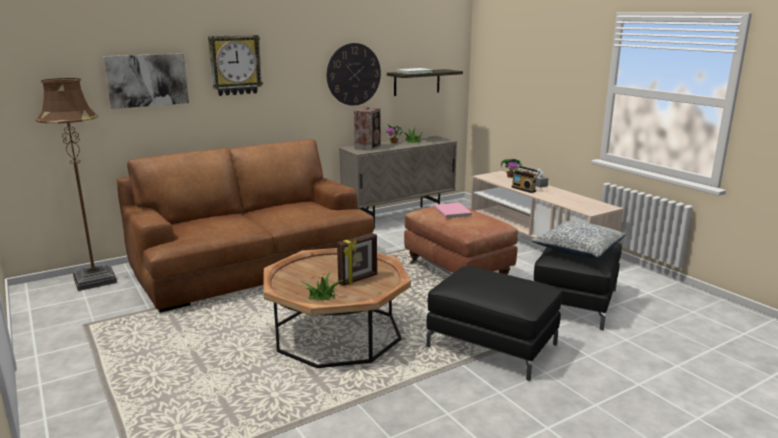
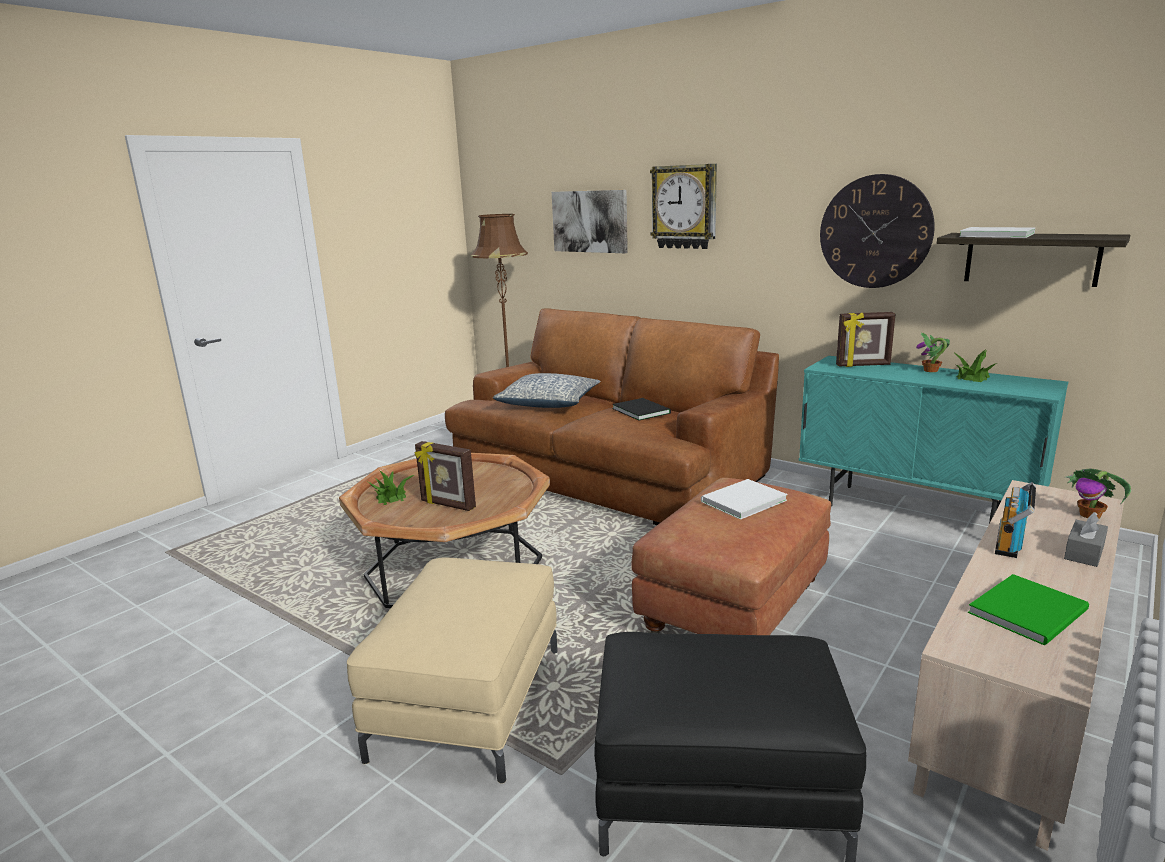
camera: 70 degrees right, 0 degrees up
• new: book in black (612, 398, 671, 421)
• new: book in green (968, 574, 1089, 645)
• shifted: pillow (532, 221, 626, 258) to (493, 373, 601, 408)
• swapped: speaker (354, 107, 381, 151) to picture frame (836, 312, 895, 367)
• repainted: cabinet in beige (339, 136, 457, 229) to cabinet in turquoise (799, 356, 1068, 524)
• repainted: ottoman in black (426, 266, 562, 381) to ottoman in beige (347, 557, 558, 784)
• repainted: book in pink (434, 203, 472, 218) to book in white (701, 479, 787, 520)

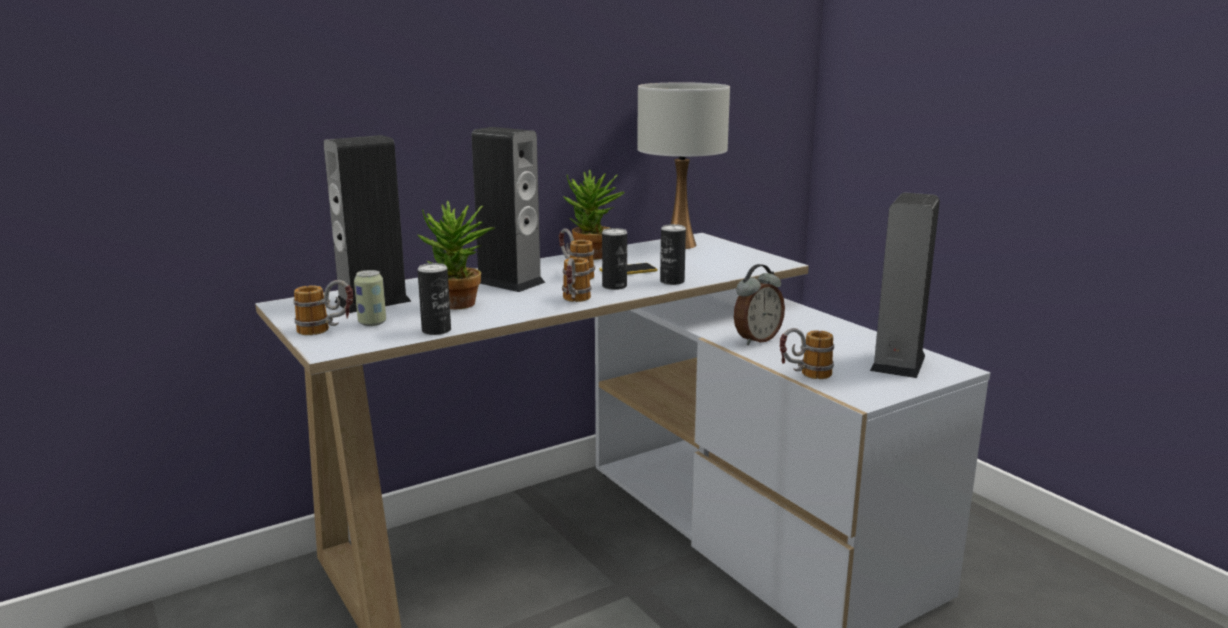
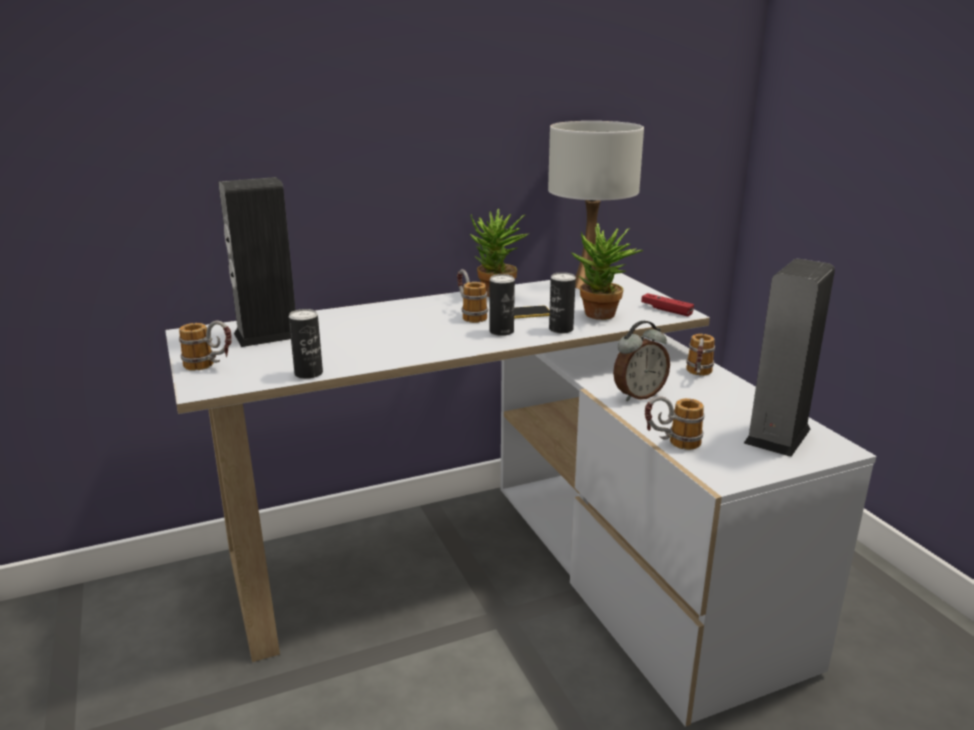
camera: 10 degrees right, 5 degrees up
• gone: can (354, 270, 386, 326)
• gone: speaker (472, 127, 545, 292)
• new: game controller in red (641, 293, 694, 316)
• shifted: potted plant (418, 201, 494, 309) to (571, 223, 643, 320)
• shifted: mug (562, 258, 591, 302) to (686, 334, 715, 376)

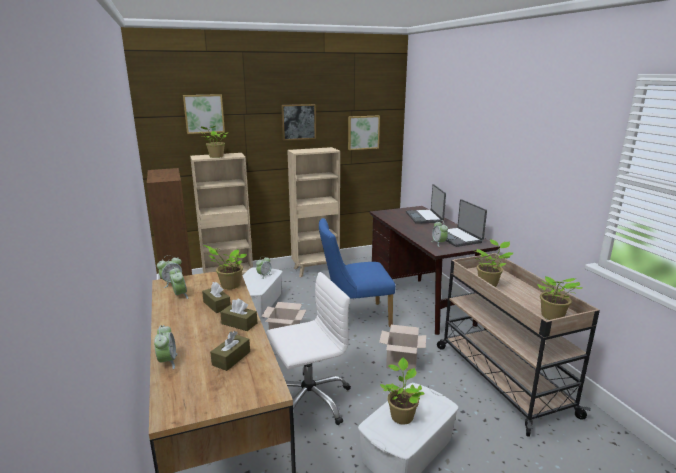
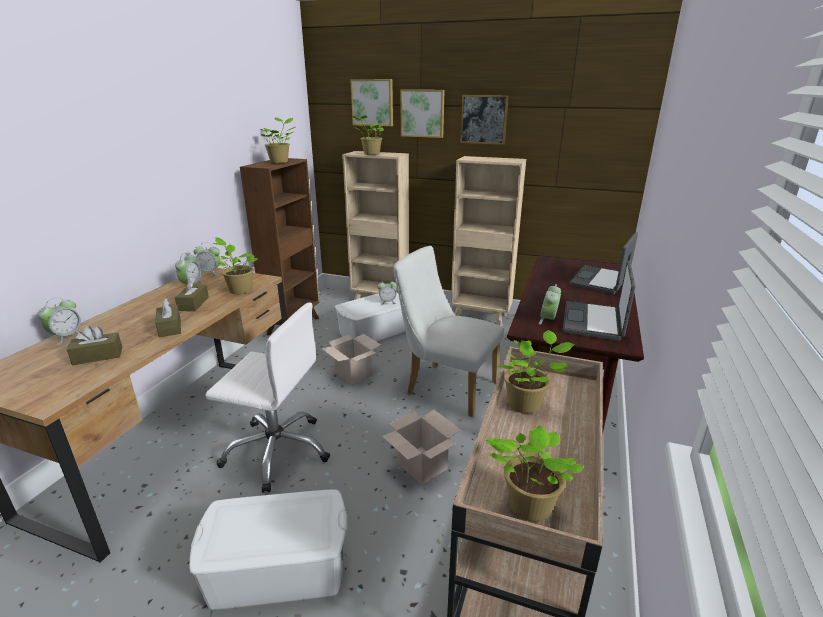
camera: 40 degrees right, 5 degrees up
• shifted: picture (348, 116, 380, 150) to (400, 90, 445, 138)
• shifted: potted plant (380, 358, 425, 425) to (260, 117, 295, 163)
• repainted: chair in blue (319, 218, 396, 327) to chair in white (393, 246, 504, 417)

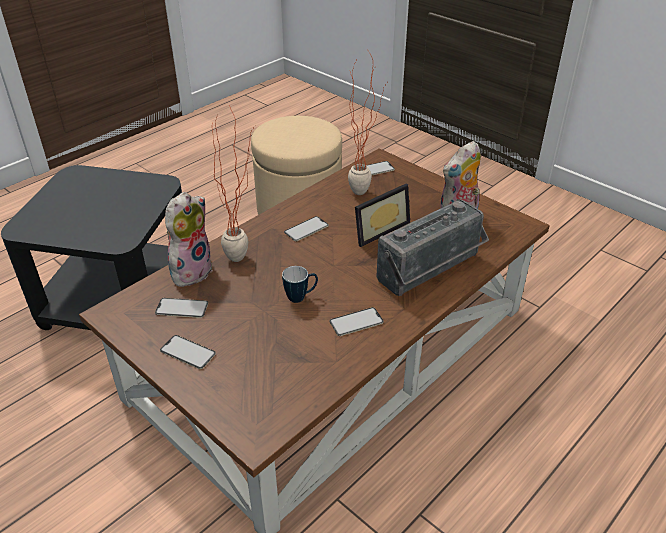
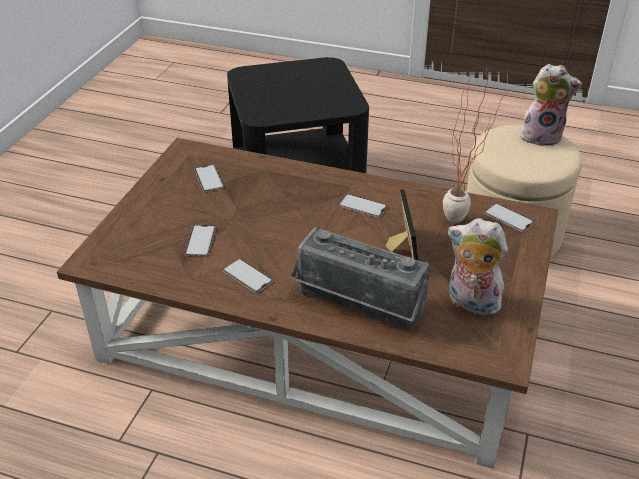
camera: 65 degrees right, 0 degrees up
• gone: potted plant (212, 105, 255, 262)
• gone: mug (282, 266, 318, 303)
• shifted: phone (160, 335, 216, 369) to (185, 225, 216, 257)
• shifted: plush toy (165, 192, 213, 287) to (520, 64, 582, 146)
• rotated: picture frame (355, 184, 410, 247) = (386, 189, 419, 261) 120 degrees counterclockwise

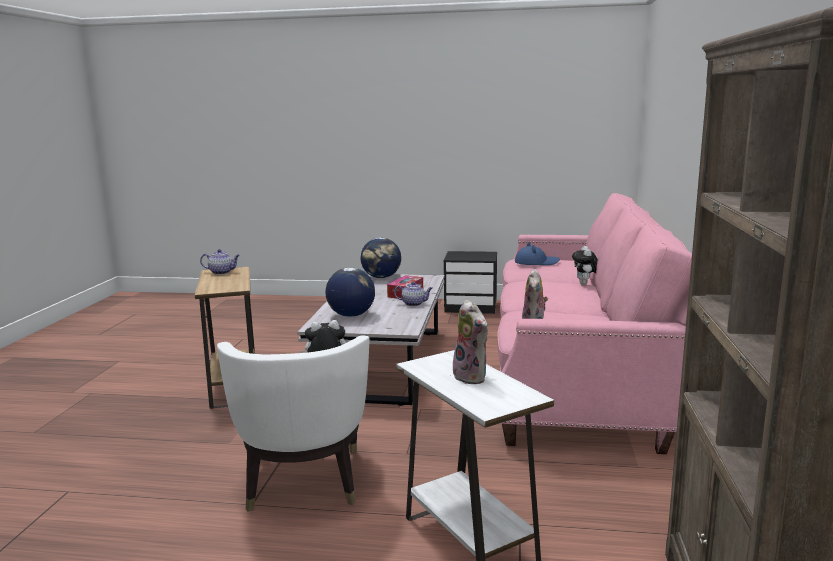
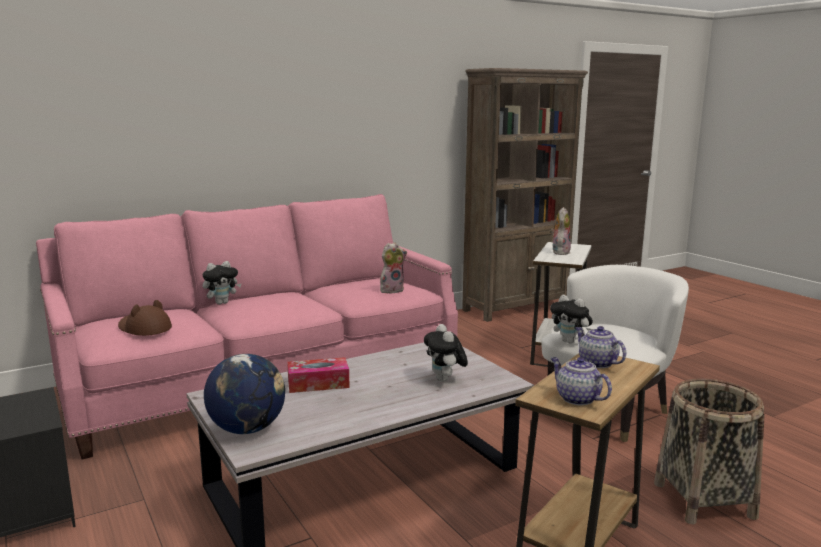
camera: 130 degrees left, 0 degrees up
• new: basket (654, 379, 765, 525)
• shifted: teapot (394, 282, 433, 306) to (575, 326, 626, 368)
• swapped: globe (326, 267, 375, 317) to plush toy (424, 324, 468, 382)
• repainted: hat in blue (515, 242, 560, 265) to hat in brown (118, 300, 172, 336)

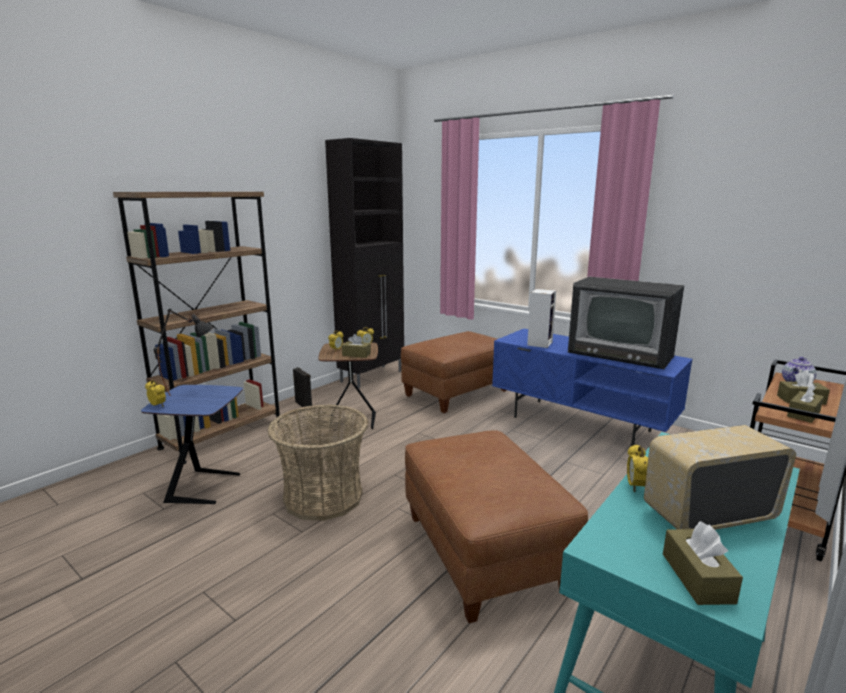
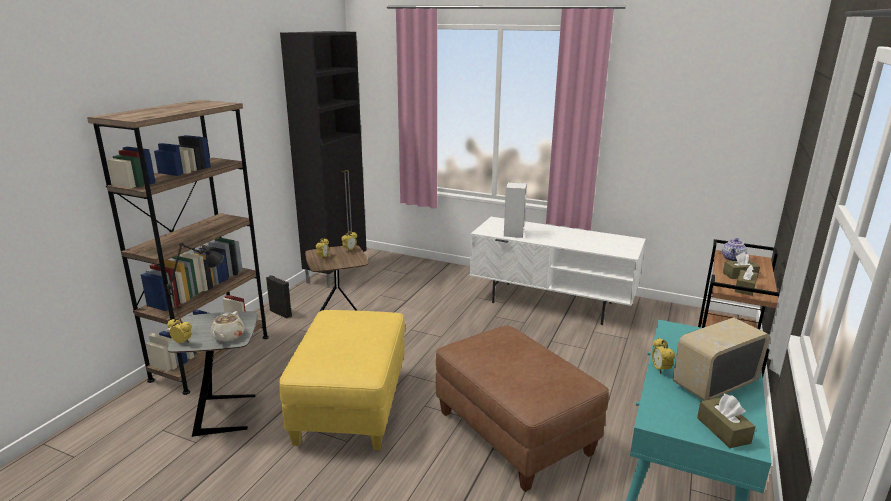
camera: 15 degrees left, 5 degrees up
• gone: tissue box in brown (342, 334, 371, 358)
• gone: ottoman in brown (401, 331, 507, 413)
• gone: television (568, 277, 684, 369)
• new: teapot in beige (211, 311, 245, 342)
• swapped: basket (267, 404, 368, 521) to ottoman in yellow (279, 310, 405, 450)
• repainted: side table in blue (141, 385, 243, 504) to side table in grey (167, 311, 257, 437)
• repainted: tv stand in blue (492, 329, 693, 446) to tv stand in white (470, 217, 646, 325)

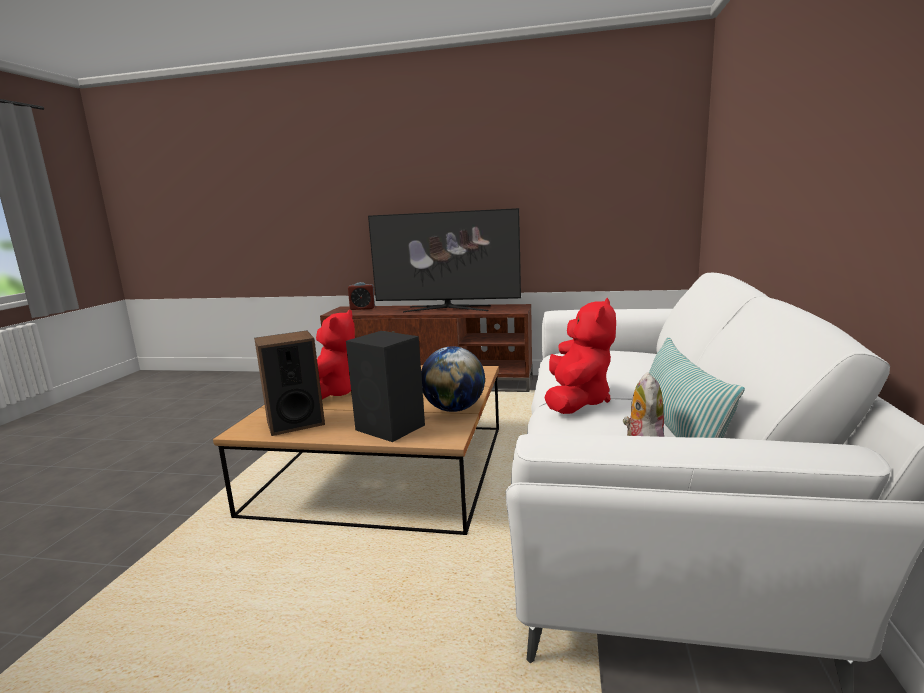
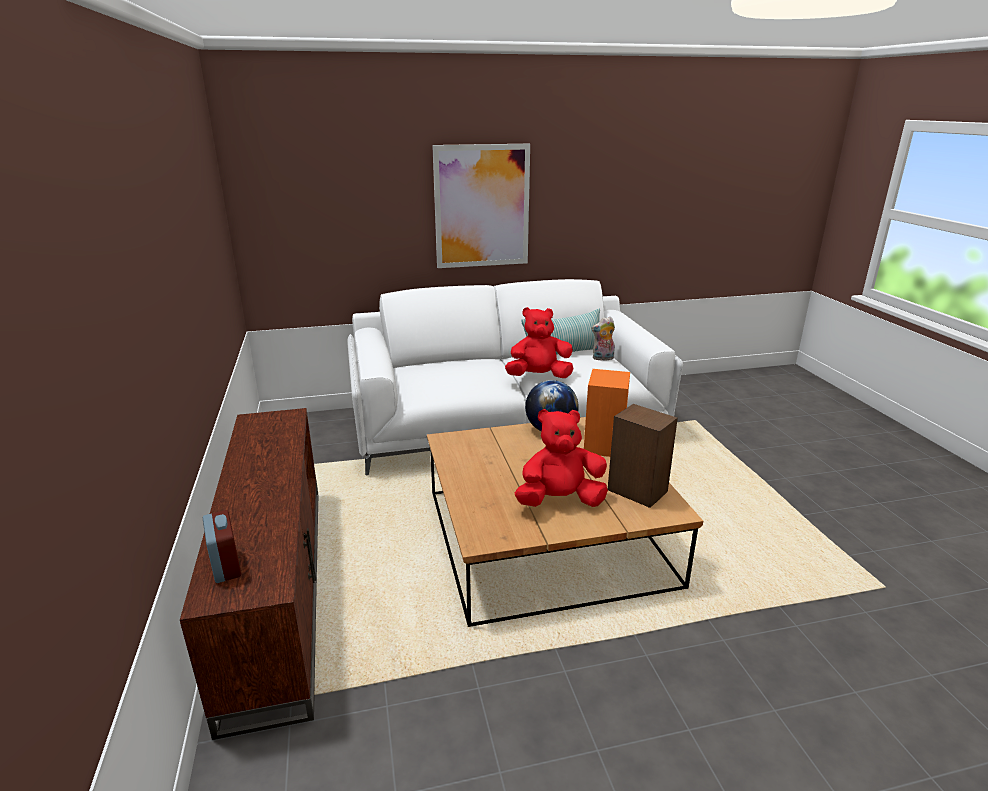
camera: 115 degrees left, 10 degrees up
• gone: television (368, 208, 521, 312)
• new: picture (432, 144, 530, 268)
• repainted: speaker in black (346, 331, 425, 442) to speaker in orange (584, 369, 630, 457)

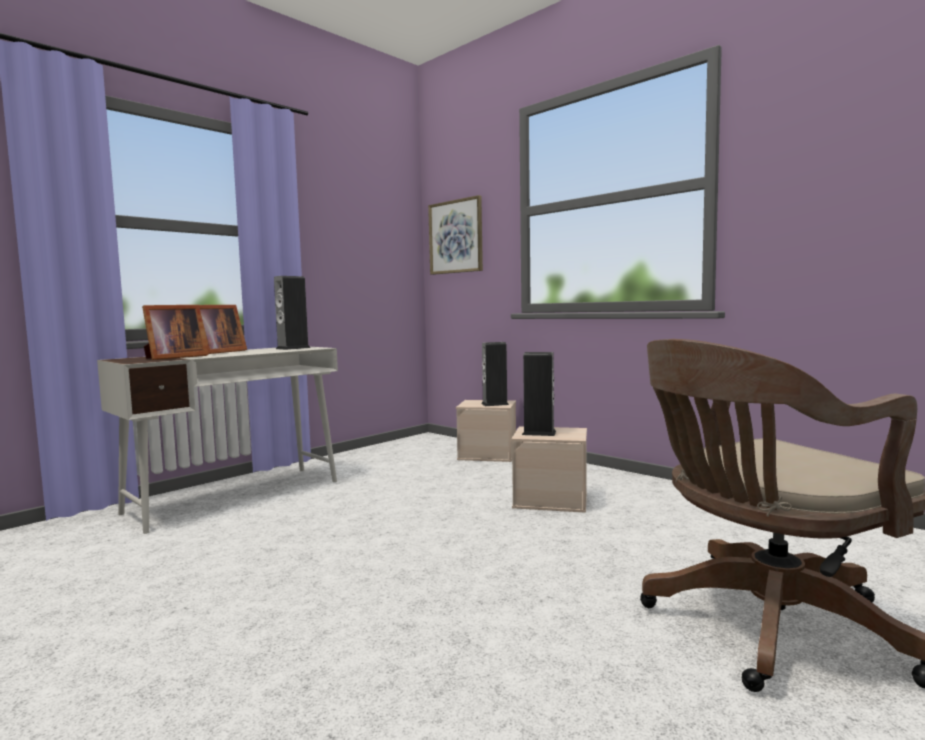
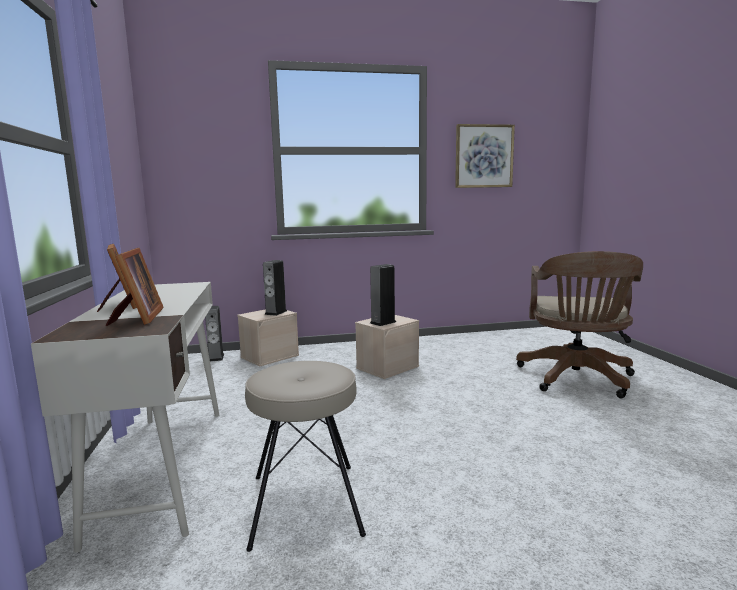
camera: 55 degrees left, 5 degrees up
• new: stool in beige (245, 361, 366, 552)
• shifted: speaker (274, 276, 310, 350) to (205, 306, 224, 361)
• shifted: picture (428, 195, 483, 275) to (455, 124, 515, 188)

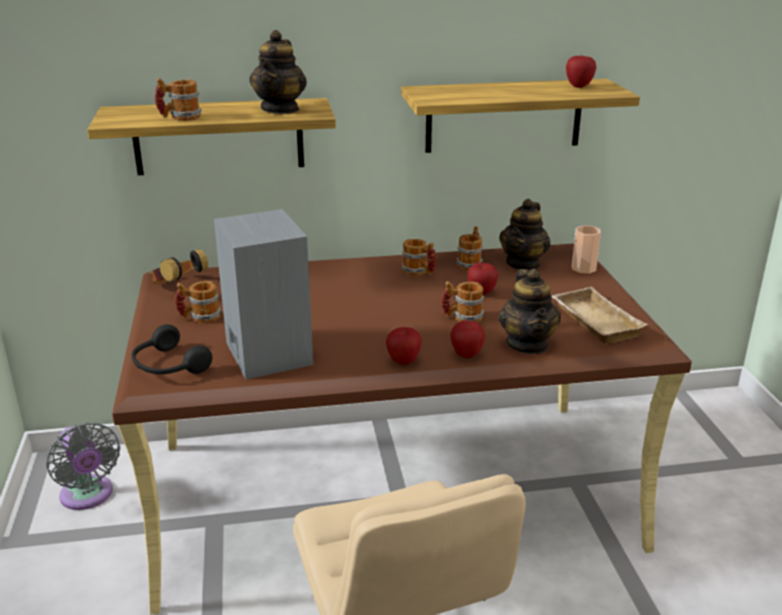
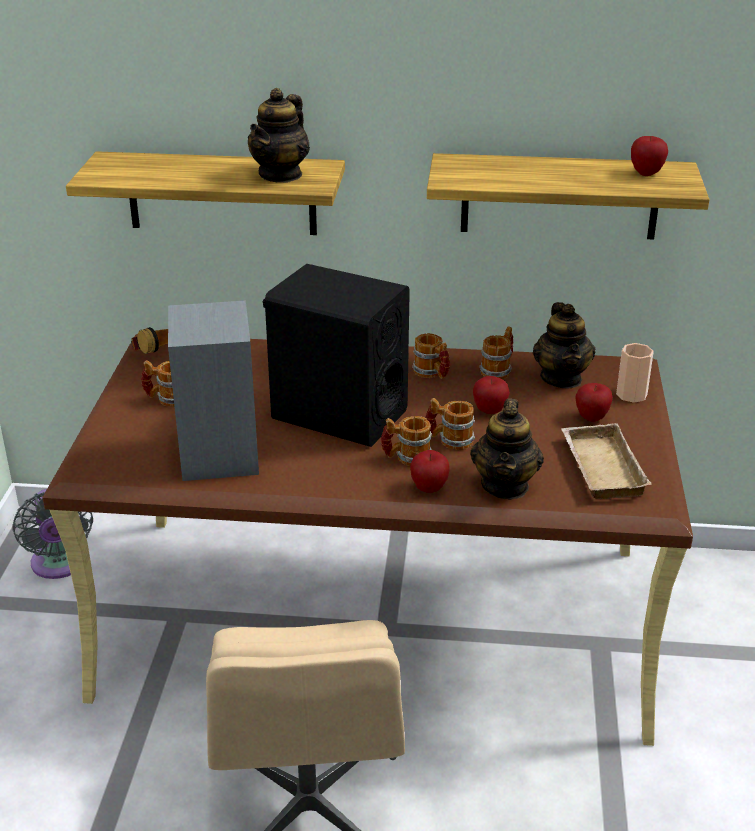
camera: 15 degrees right, 5 degrees up
• gone: headphones in black (132, 324, 212, 374)
• new: speaker in black (263, 264, 410, 447)
• shifted: mug (155, 78, 202, 121) to (381, 416, 432, 466)
• shifted: apple (386, 327, 422, 365) to (575, 383, 613, 422)
• rotated: teapot (499, 199, 550, 271) = (533, 302, 595, 388) 45 degrees counterclockwise

